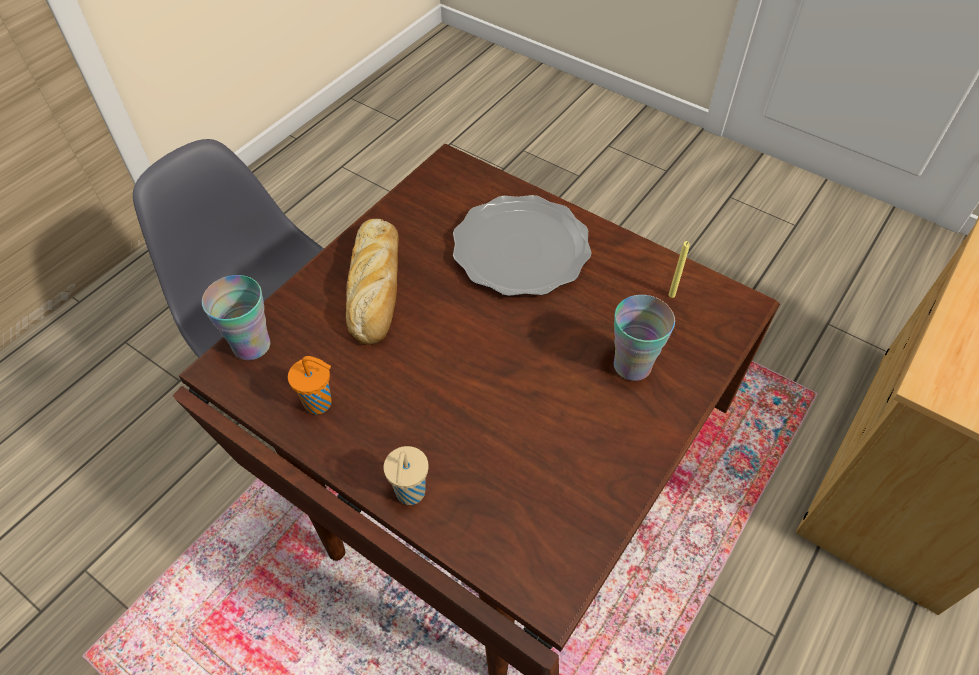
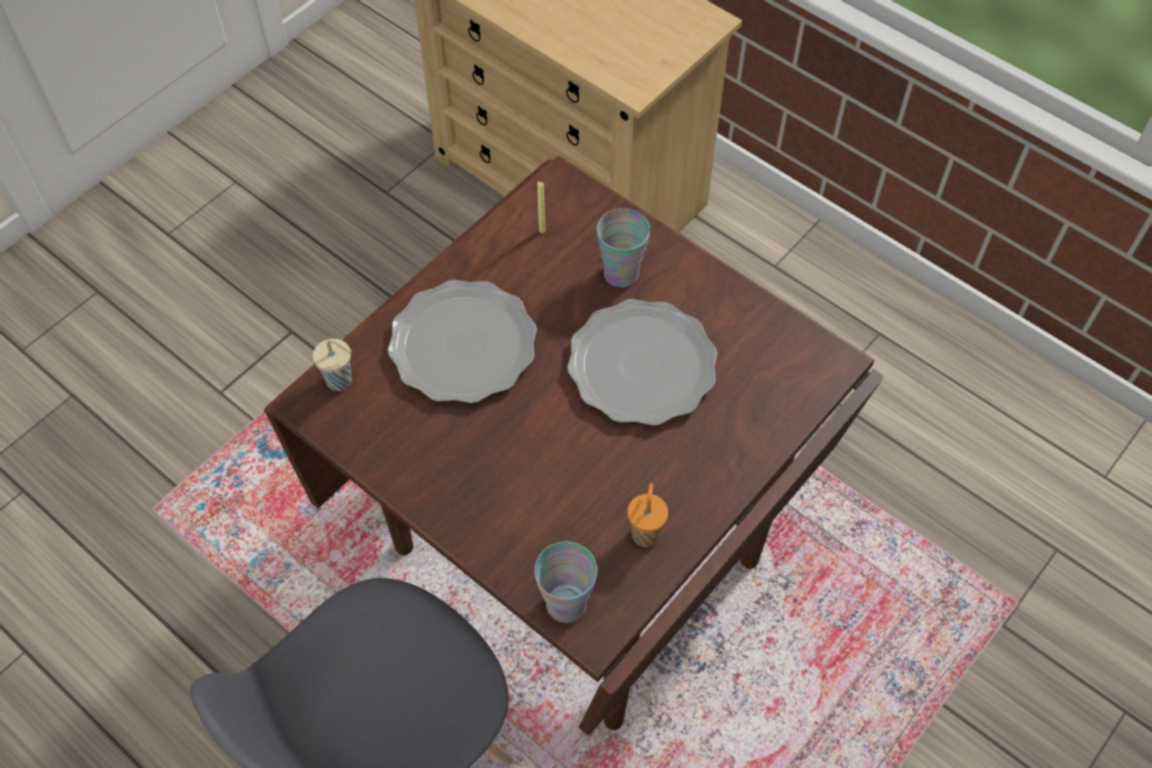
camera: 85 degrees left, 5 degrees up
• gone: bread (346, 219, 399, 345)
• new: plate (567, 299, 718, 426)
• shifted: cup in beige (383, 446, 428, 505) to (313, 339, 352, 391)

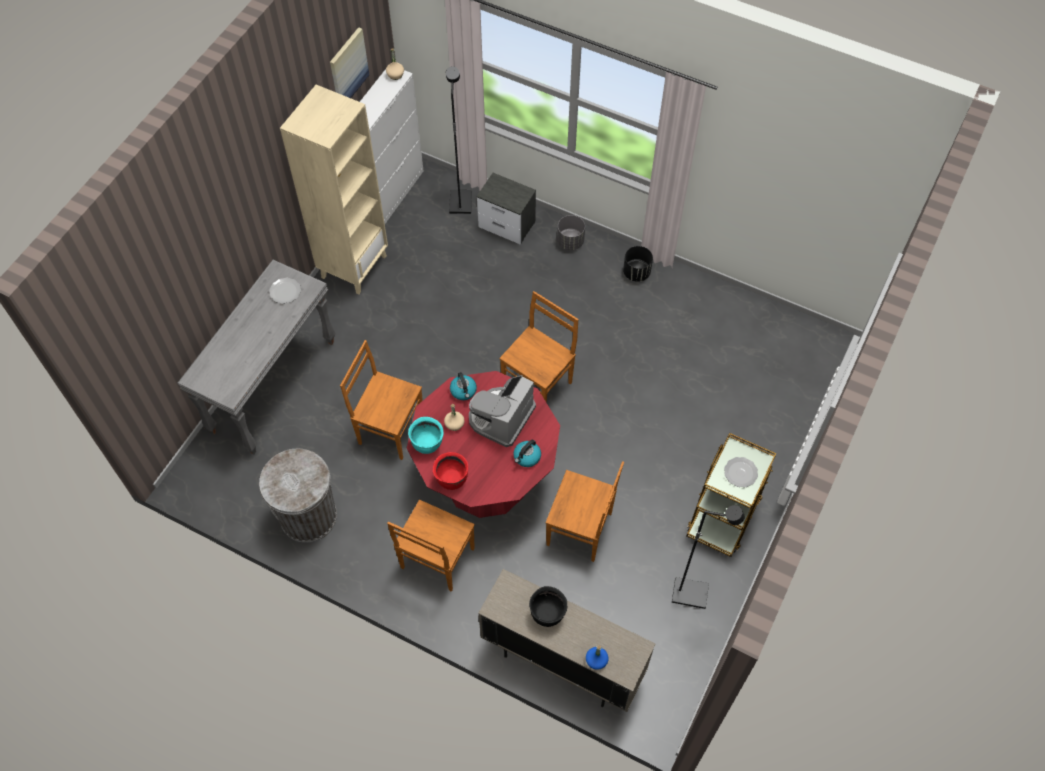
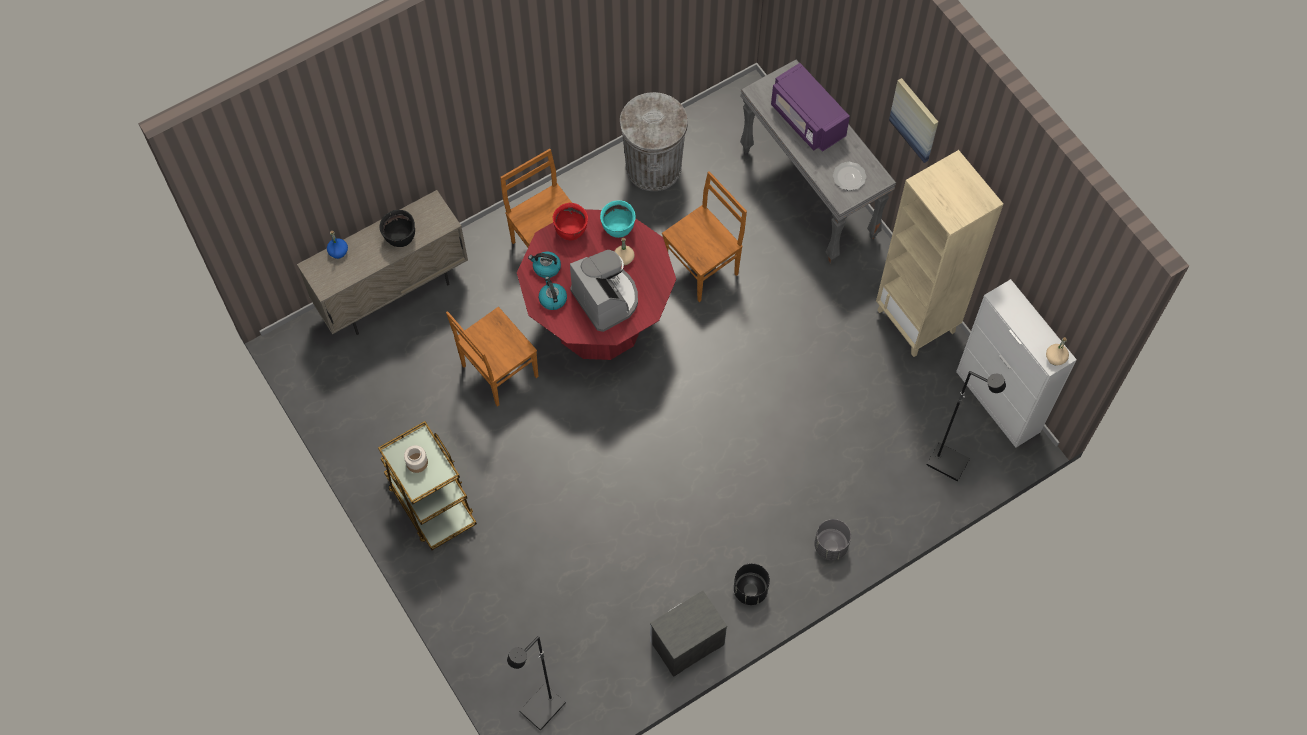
camera: 120 degrees right, 5 degrees up
• gone: chair in brown (499, 291, 579, 403)
• new: microwave in purple (771, 63, 850, 152)
• shifted: picture (330, 27, 369, 98) to (889, 78, 938, 163)
• shifted: kettle (450, 372, 477, 400) to (528, 251, 561, 278)
• shifted: nightstand (477, 173, 536, 244) to (650, 590, 727, 677)
• shifted: floor lamp in black (672, 505, 745, 609) to (507, 636, 566, 731)
• swapped: plate (724, 457, 758, 487) to jar (404, 445, 428, 473)

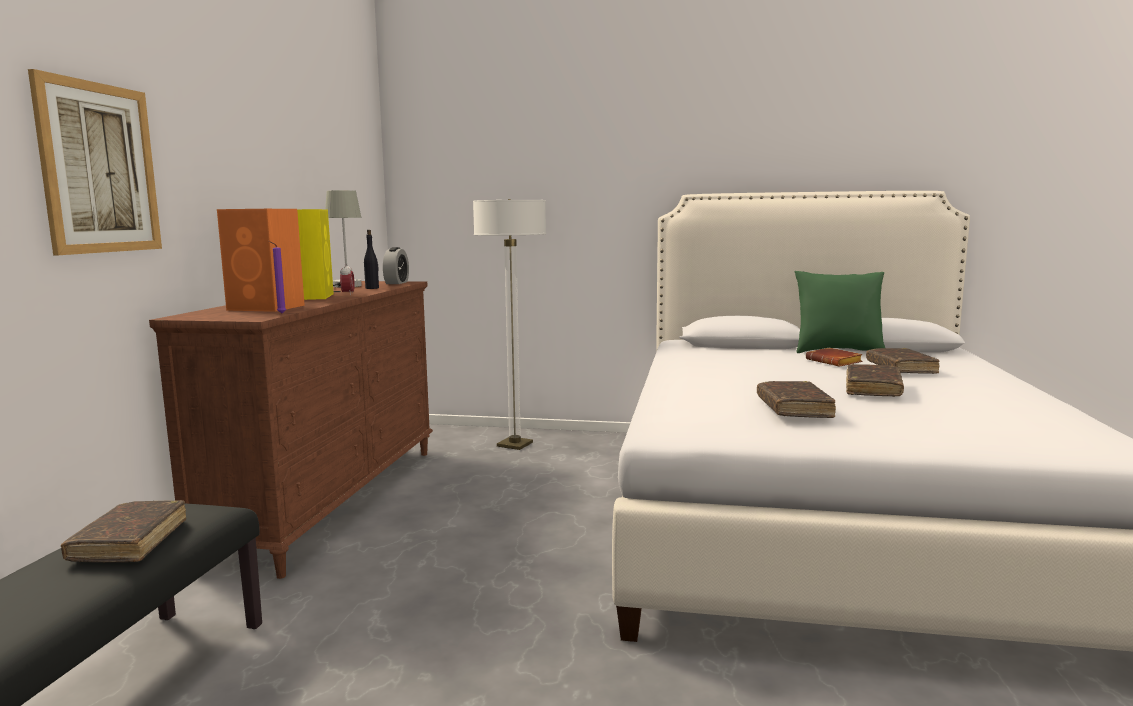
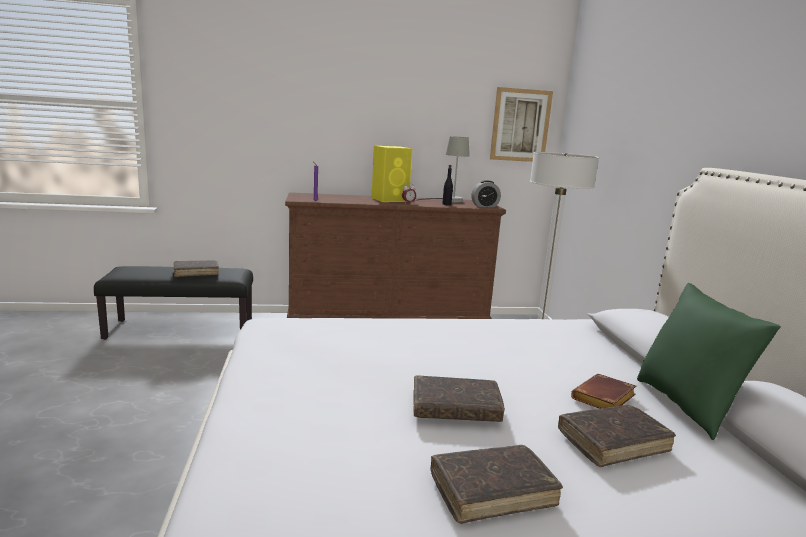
camera: 70 degrees right, 5 degrees up
• gone: speaker in orange (217, 209, 305, 312)
• shifted: picture (28, 69, 162, 255) to (490, 87, 553, 162)
• shifted: book in brown (757, 381, 836, 418) to (430, 445, 563, 524)

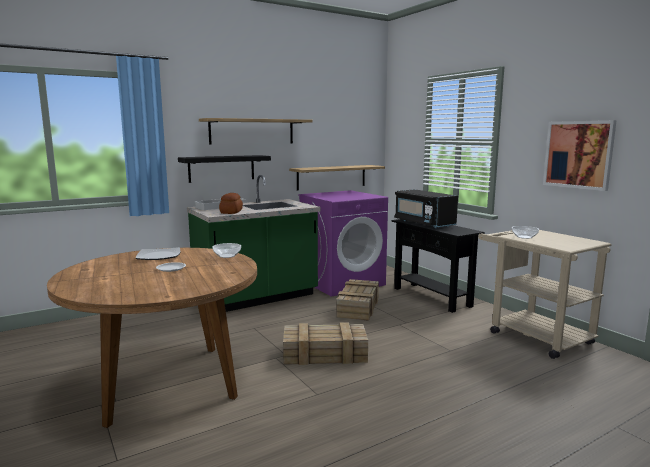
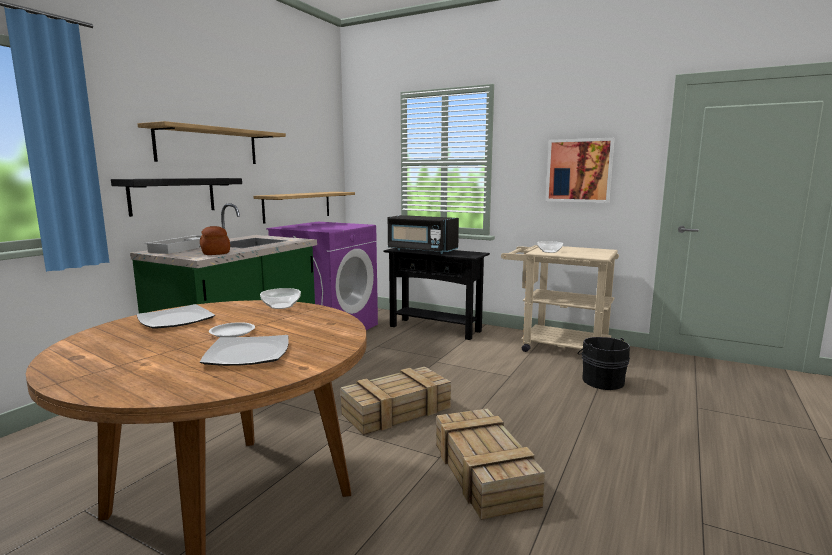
camera: 30 degrees left, 0 degrees up
• new: plate (200, 335, 289, 366)
• new: bucket in black (578, 337, 630, 390)
• shifted: crate (336, 279, 379, 321) to (436, 409, 545, 520)

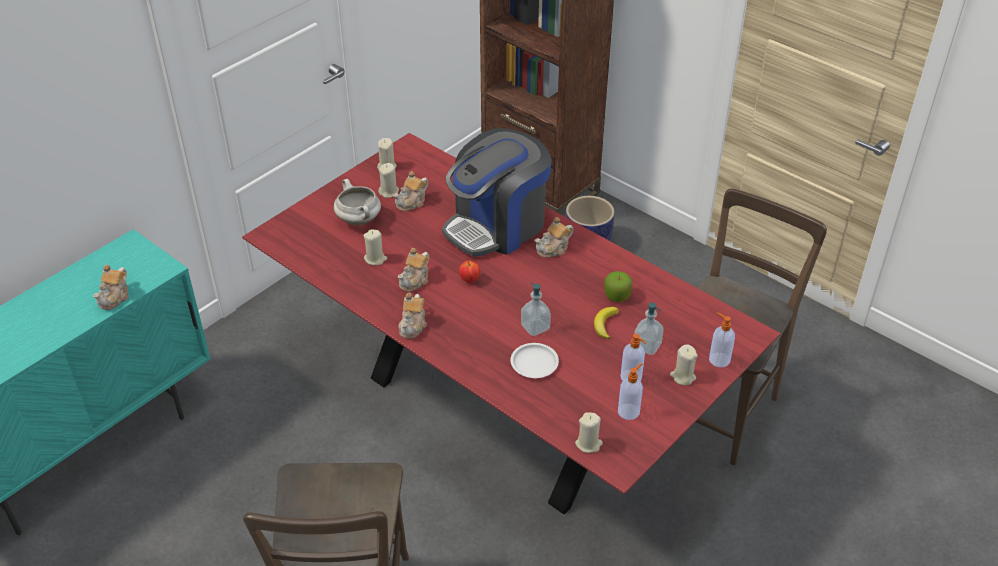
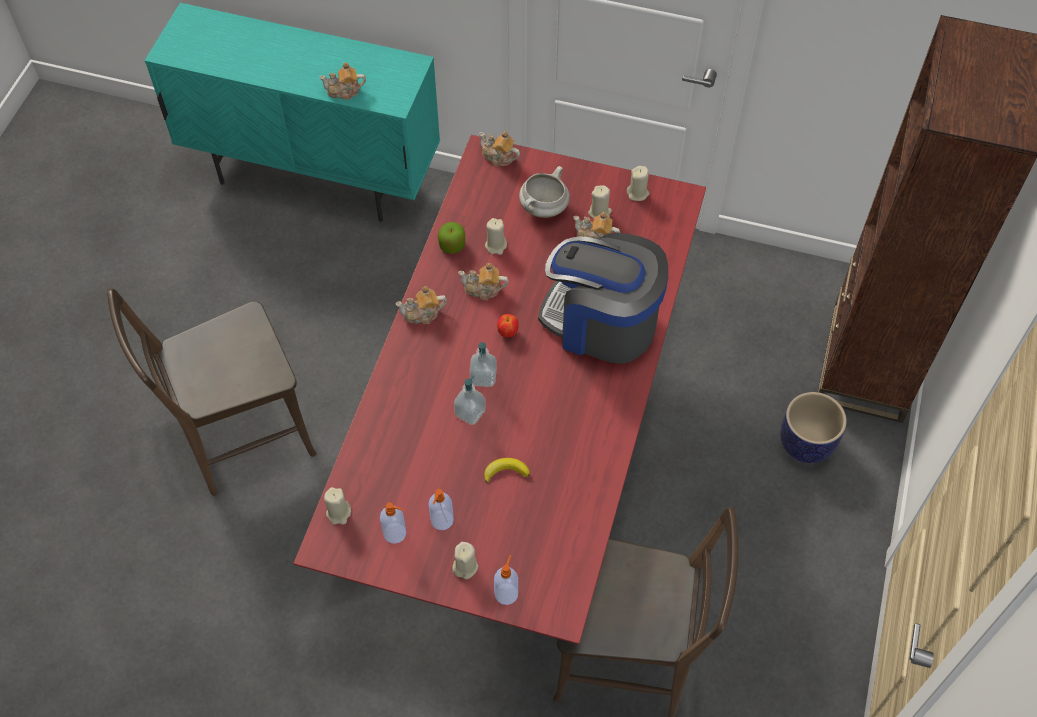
camera: 65 degrees right, 15 degrees up
• gone: plate in white (510, 343, 559, 378)
• shifted: teapot (535, 217, 574, 258) to (479, 131, 520, 167)
• shifted: apple (604, 271, 633, 302) to (438, 222, 465, 254)
• shifted: soap dispenser (634, 302, 663, 355) to (470, 342, 497, 387)

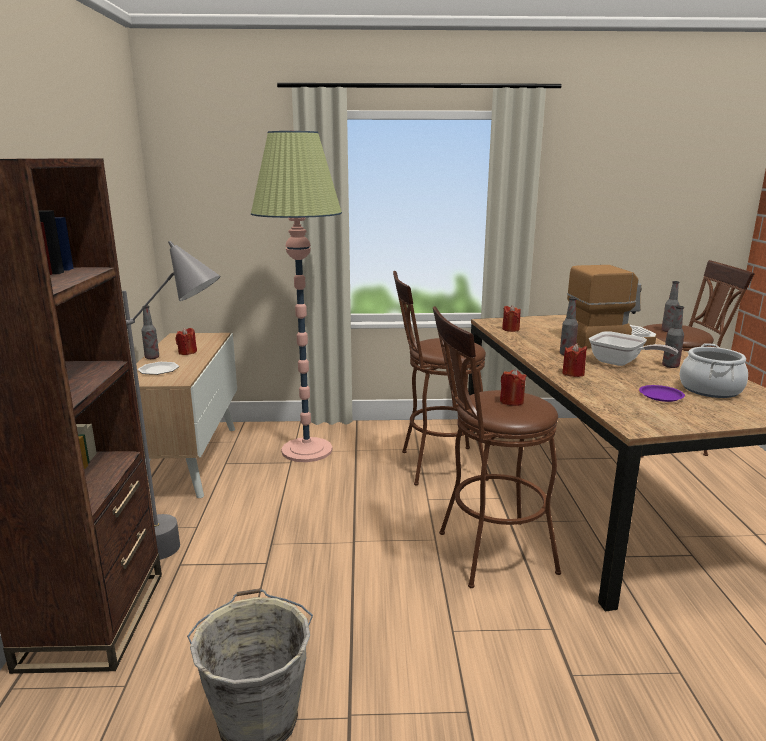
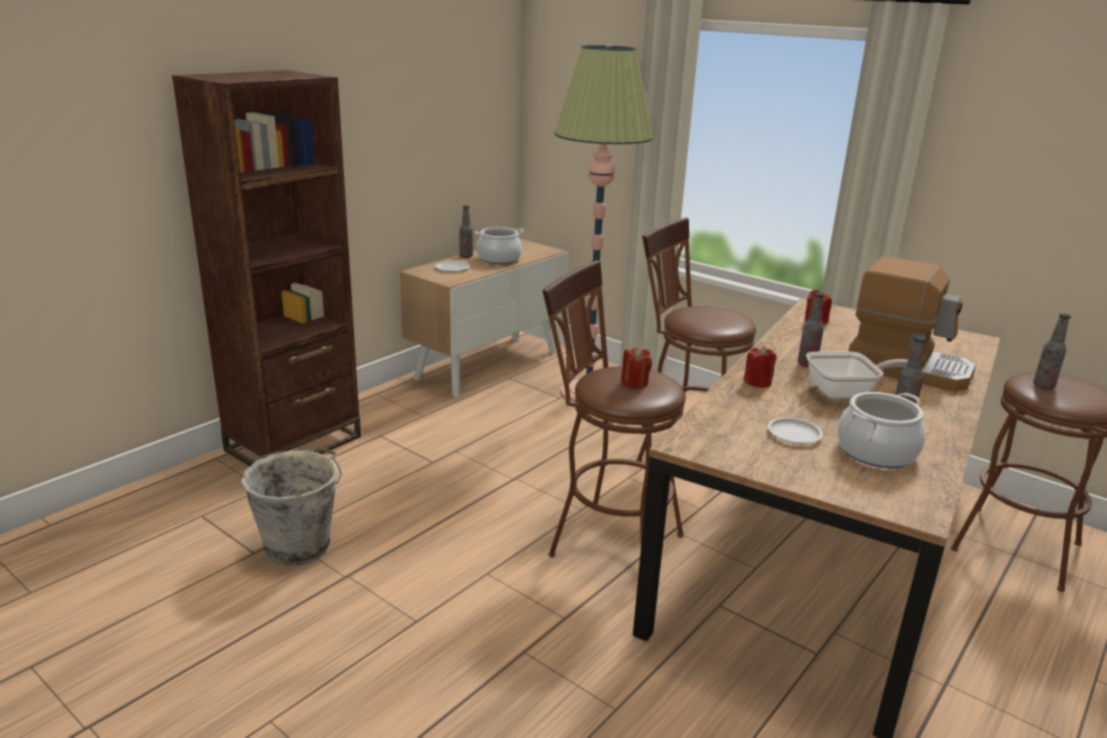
camera: 40 degrees right, 5 degrees up
• gone: floor lamp in grey (122, 241, 220, 560)
• swapped: candle in red (175, 327, 197, 355) to cooking pot (475, 227, 524, 265)
• repainted: plate in purple (639, 385, 685, 402) to plate in white (768, 417, 823, 444)
• rotated: frying pan (589, 331, 678, 366) = (806, 351, 908, 399) 90 degrees counterclockwise

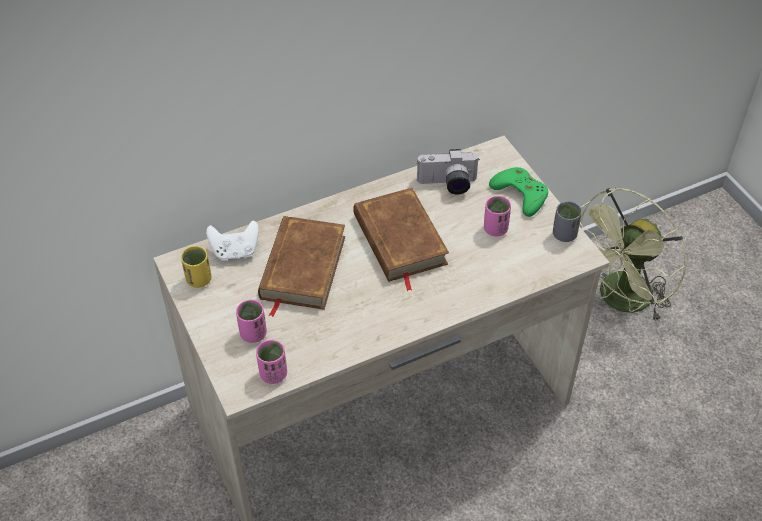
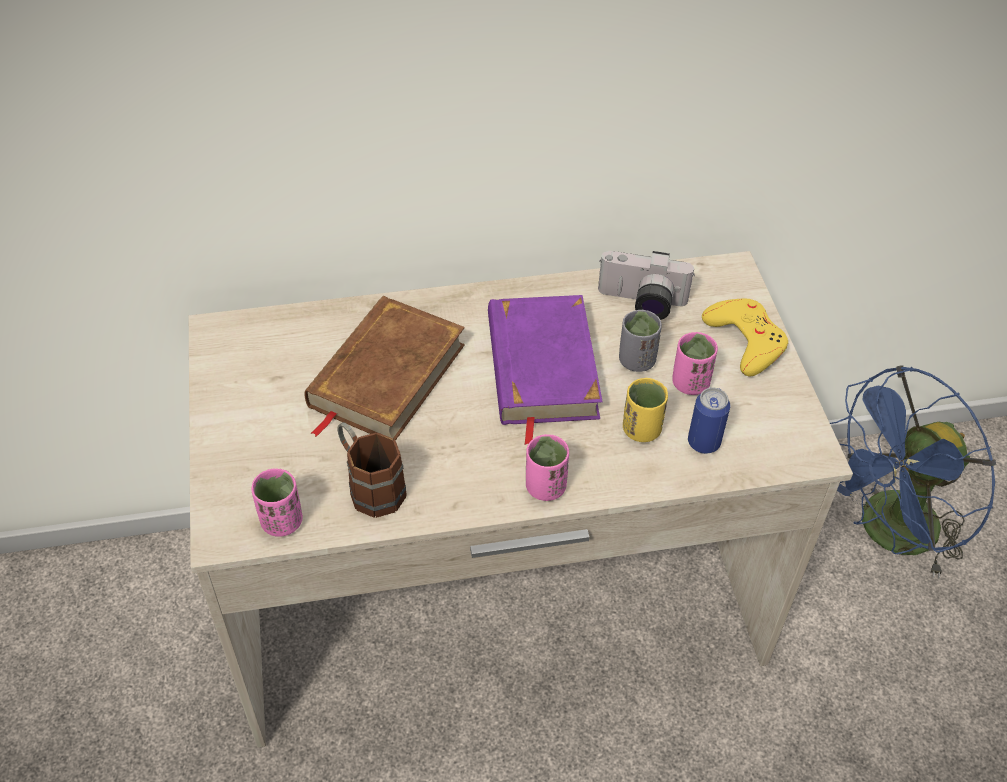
camera: 15 degrees right, 0 degrees up
• gone: game controller in white (206, 221, 259, 260)
• new: mug in brown (337, 422, 407, 518)
• new: can (688, 387, 730, 454)
• shifted: cup in yellow (181, 246, 212, 288) to (623, 378, 668, 442)
• shifted: cup in pink (236, 299, 267, 343) to (526, 434, 569, 501)
• shifted: cup in grey (553, 201, 582, 242) to (619, 310, 662, 372)
• repainted: book in brown (353, 188, 449, 291) to book in purple (488, 295, 603, 445)
• repainted: game controller in green (489, 167, 548, 217) to game controller in yellow (702, 299, 788, 376)
• repainted: fan in green (580, 188, 686, 322) to fan in blue (830, 365, 996, 579)

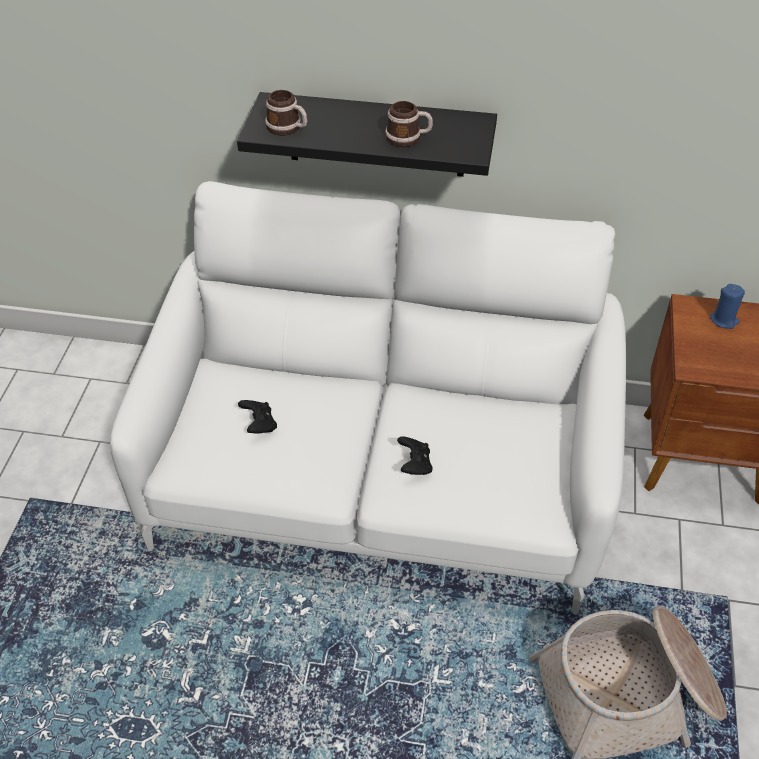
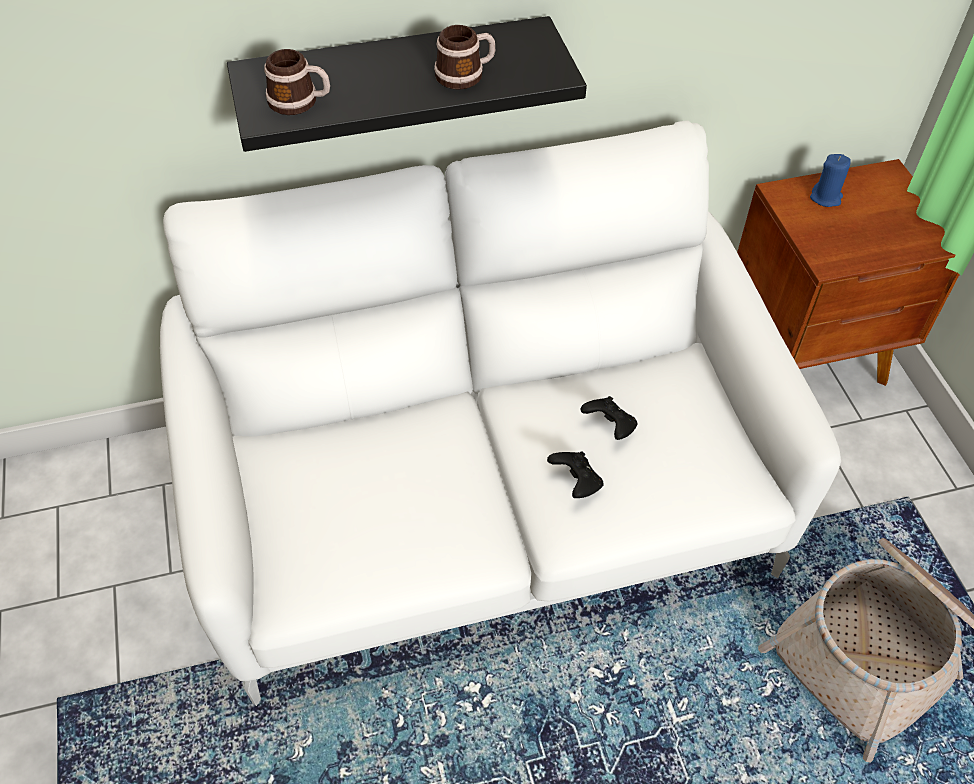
camera: 25 degrees left, 5 degrees up
• shifted: game controller in black (238, 400, 277, 434) to (581, 396, 638, 440)

